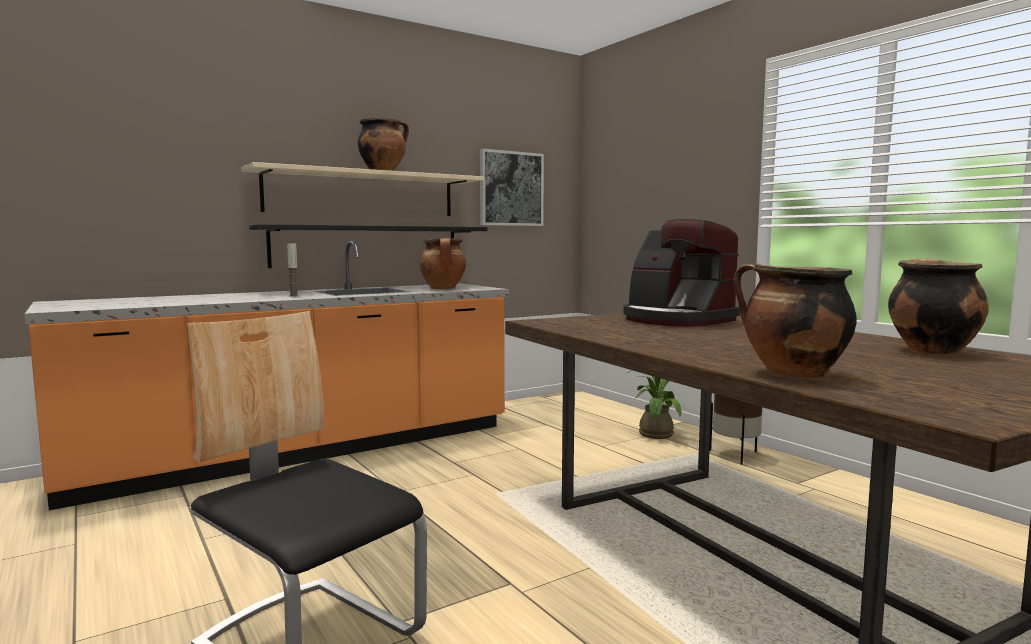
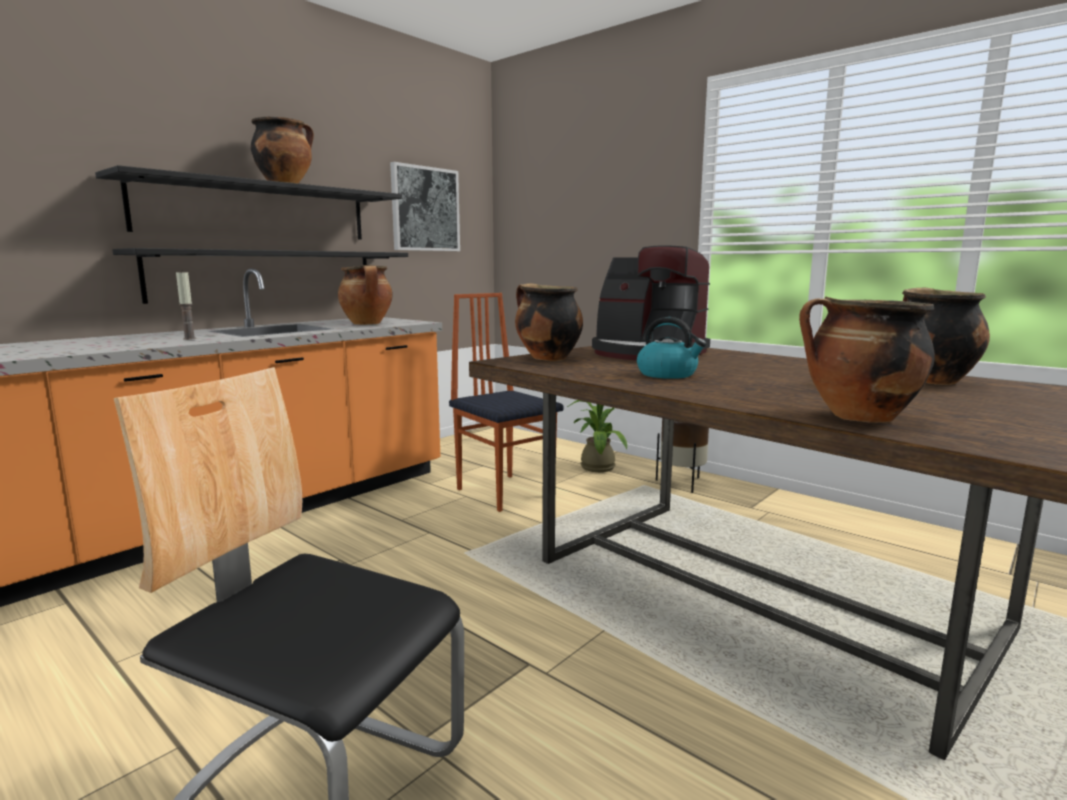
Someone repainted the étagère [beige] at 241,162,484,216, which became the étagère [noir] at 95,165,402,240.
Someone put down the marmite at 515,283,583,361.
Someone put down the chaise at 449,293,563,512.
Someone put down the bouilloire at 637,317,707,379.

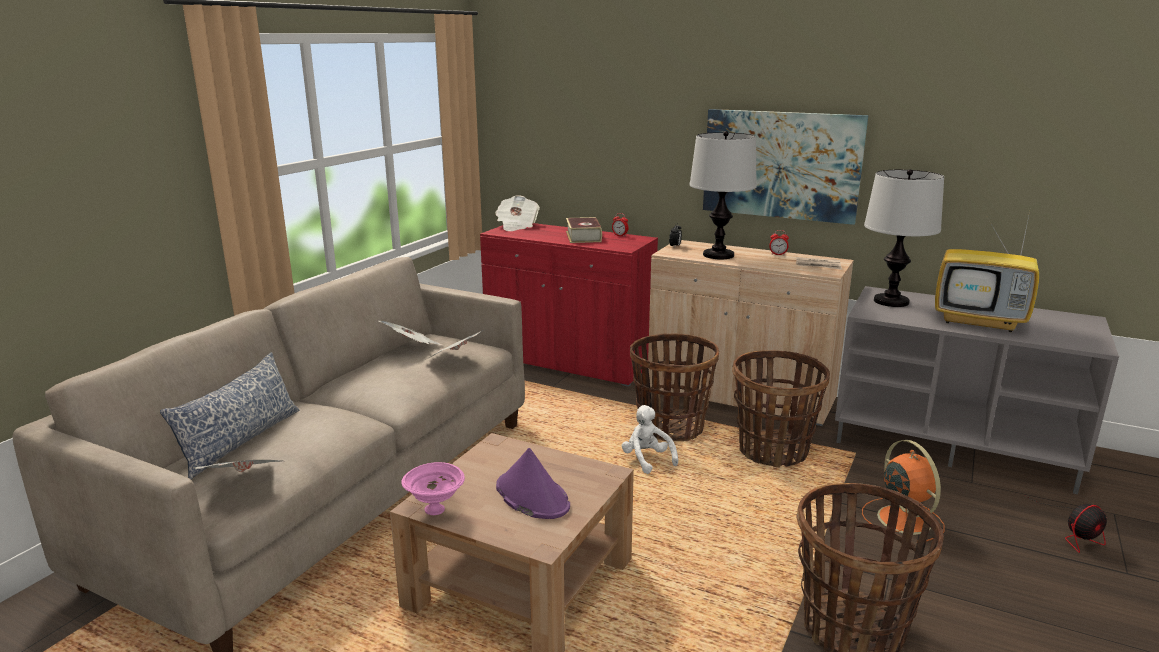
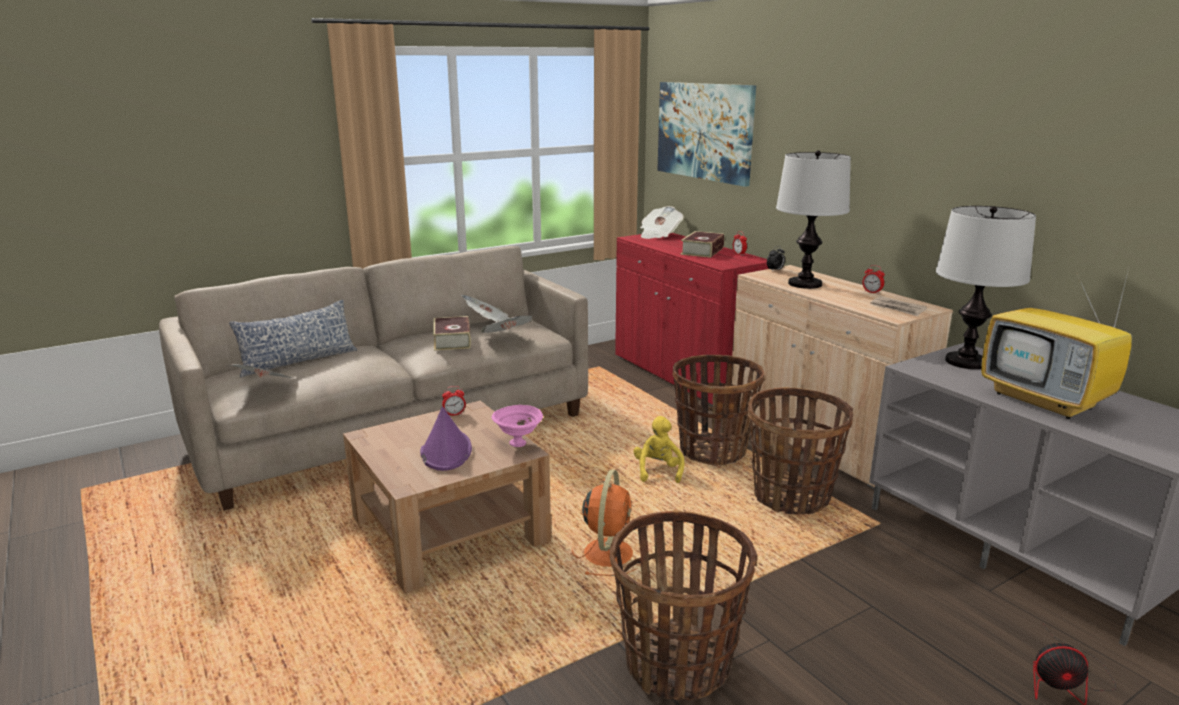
Someone carried the tableau from 703,109,868,225 to 657,82,756,187.
Someone repainted the peluche [blanc] at 622,405,678,474, which became the peluche [jaune] at 633,416,684,483.
Someone carried the ventilateur [orange] from 862,440,945,543 to 572,470,637,576.
Someone carried the bol [rose] from 401,462,465,515 to 492,405,543,447.
Someone put down the livre at 433,316,471,351.
Someone put down the réveil at 442,386,466,416.

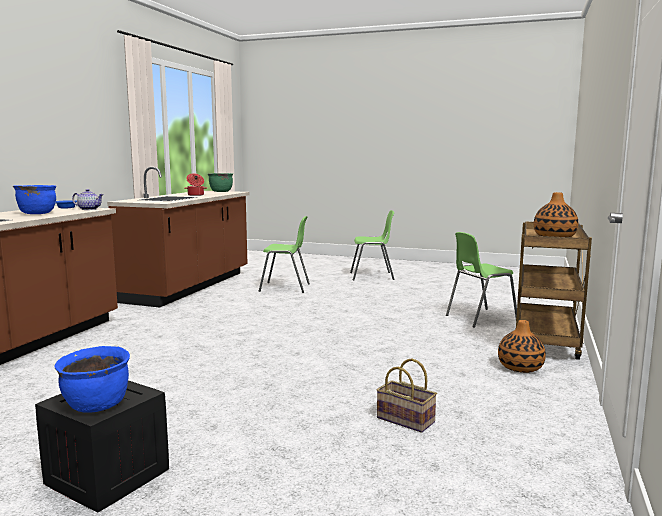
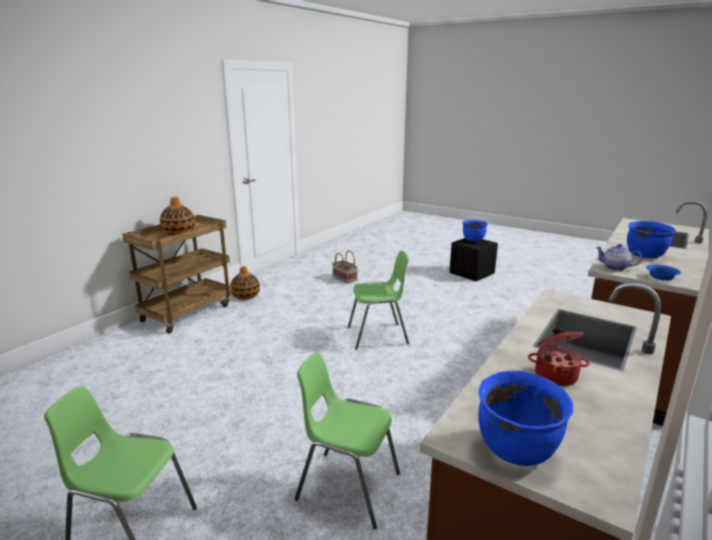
Someone repainted the marmite [vert] at 208,173,233,192, which became the marmite [bleu] at 478,371,573,466.
Someone carried the chaise [vert] from 446,232,517,328 to 348,250,409,350.

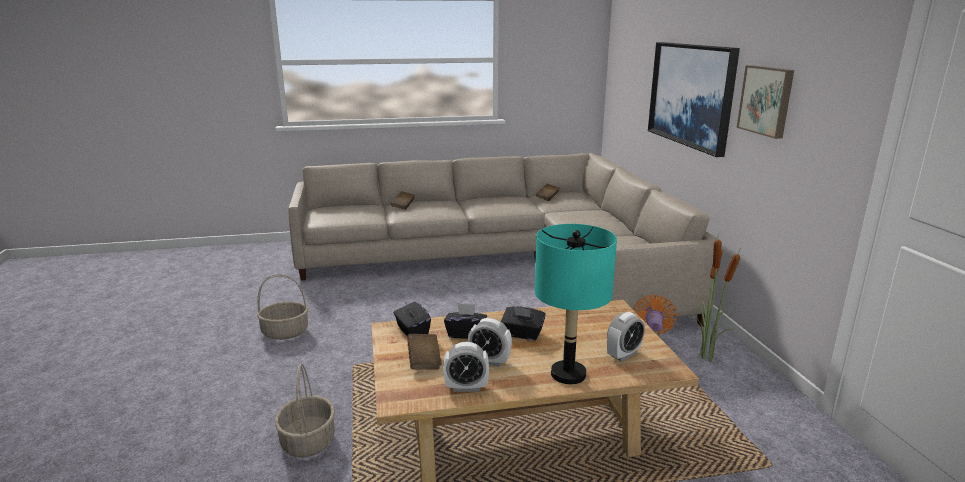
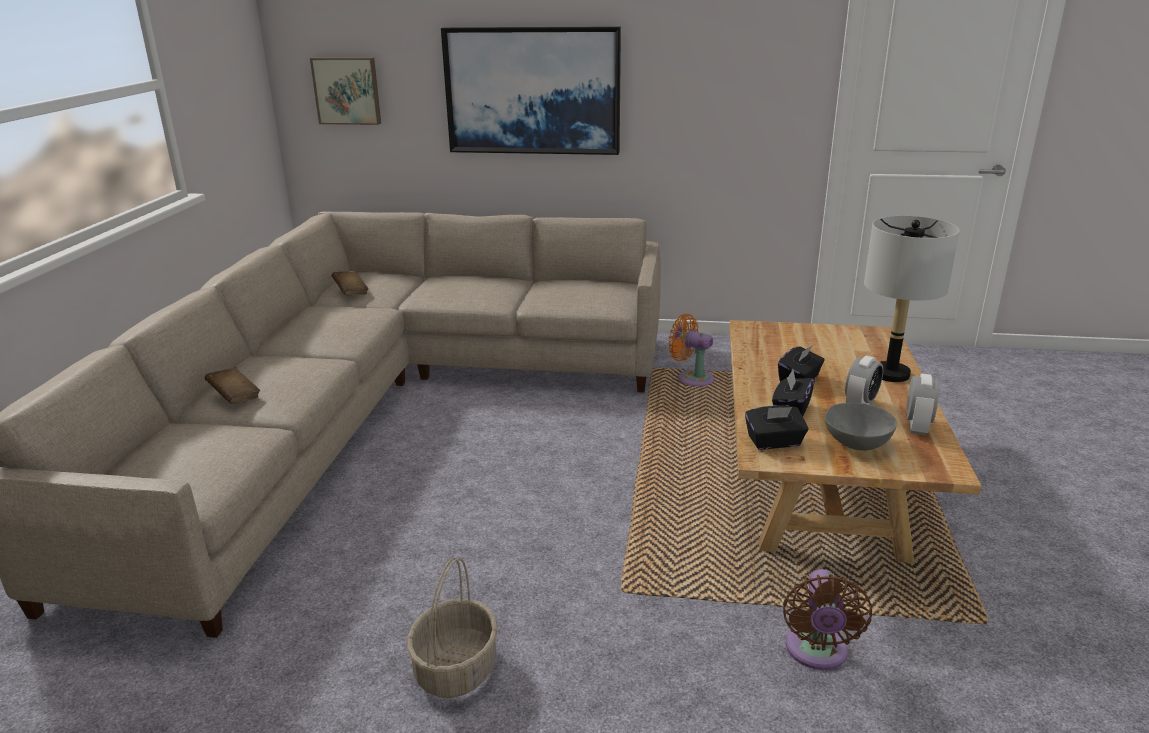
Someone carried the tableau from 737,65,794,139 to 310,58,381,125.
Someone repainted the lampe de table [turquoise] at 535,224,617,384, which became the lampe de table [gris] at 864,216,960,382.
Someone took away the plante en pot at 688,239,740,362.
Someone took away the réveil at 607,312,645,361.
Someone swapped the livre [marron] at 407,334,442,370 for the bol [gris] at 825,403,897,451.
Someone swapped the panier at 275,364,335,457 for the ventilateur [marron] at 783,569,872,670.

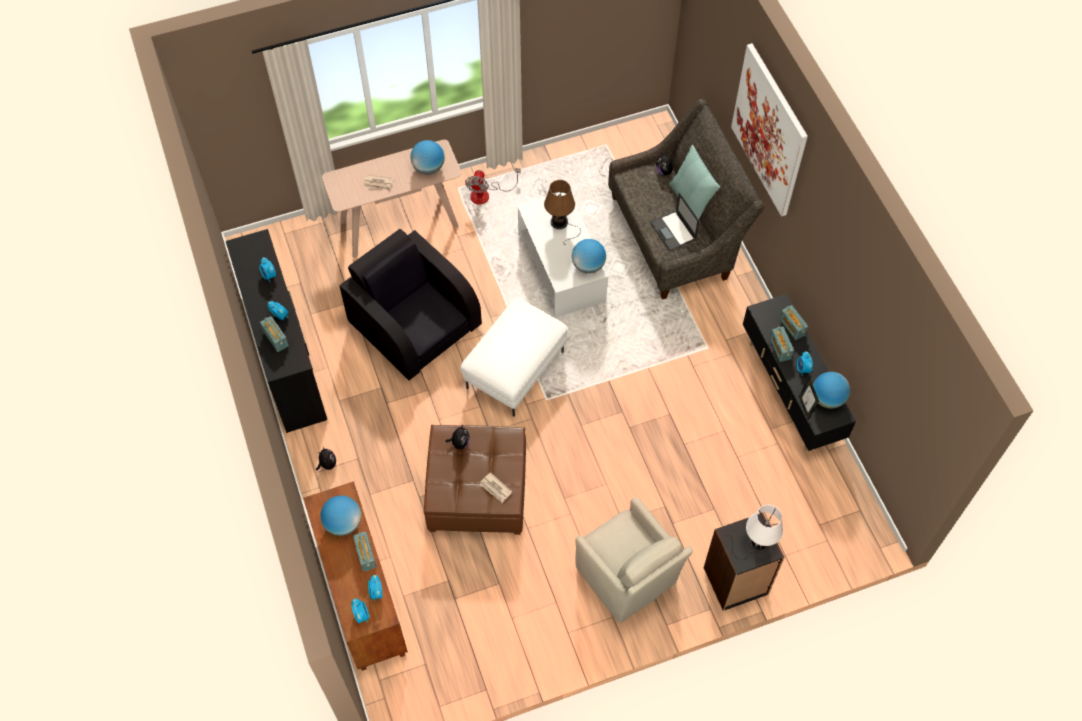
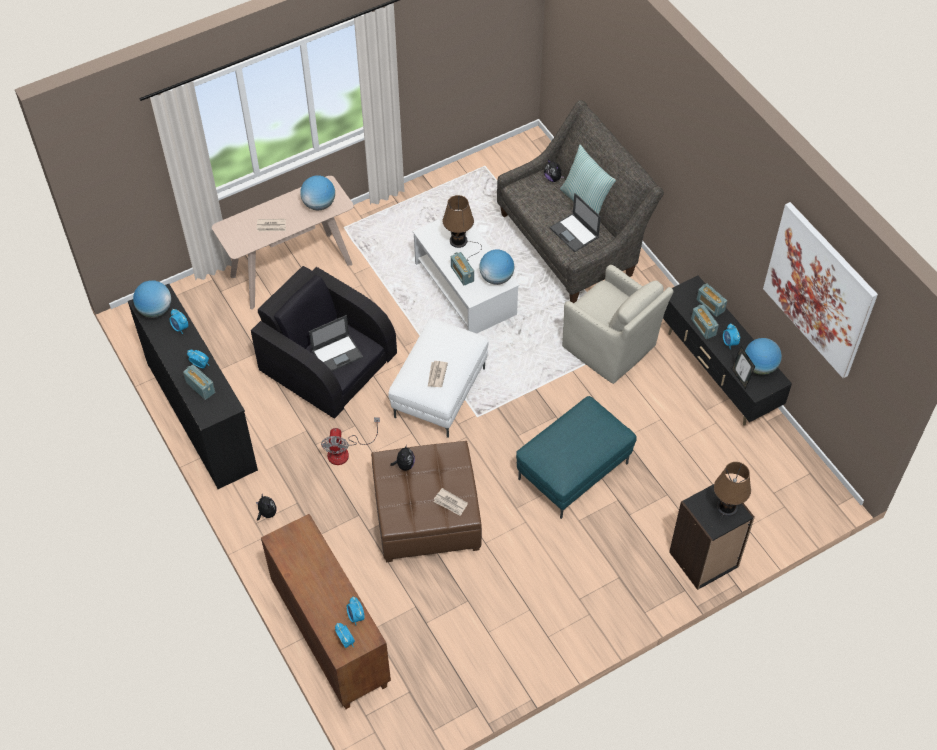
Someone carried the tableau from 731,43,808,217 to 763,202,878,378.
Someone carried the ventilateur from 465,168,520,204 to 321,417,380,465.
Someone carried the globe from 320,495,361,536 to 133,280,171,318.
Someone carried the fauteuil [beige] from 575,497,693,623 to 562,265,674,384.
Someone repainted the lampe de table [blanc] at 725,505,783,560, which became the lampe de table [marron] at 693,462,751,527.
Someone carried the radio from 353,532,376,571 to 451,252,474,286.
Someone put down the ordinateur portable at 309,315,363,371.
Someone put down the journal at 428,361,448,387.
Someone put down the pouf [turquoise] at 516,396,637,519.

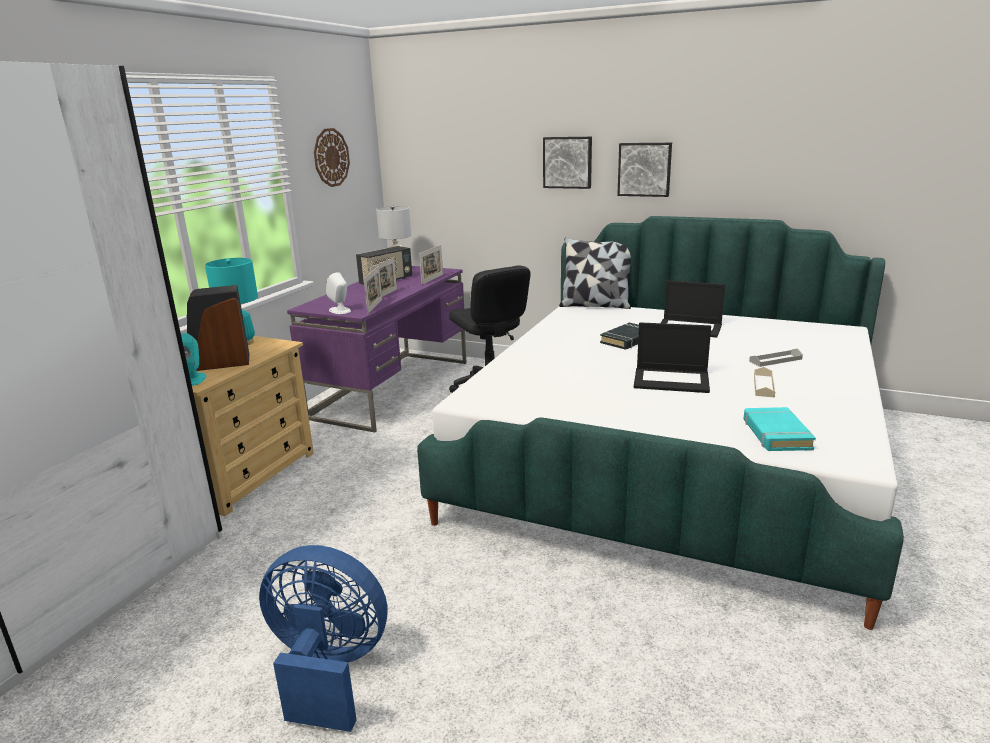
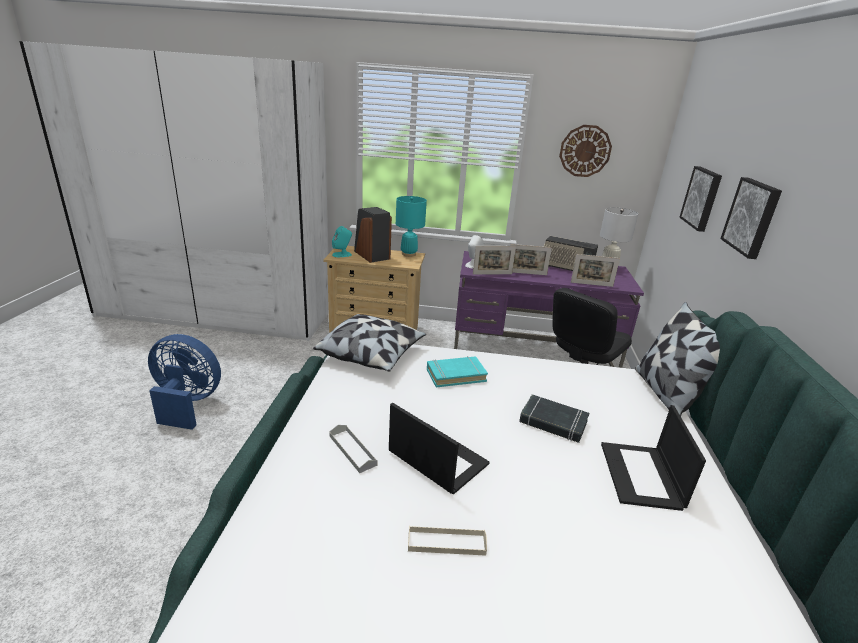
Someone carried the tableau from 617,143,672,197 to 679,166,722,232.
Someone rotated the ordinateur portable at 634,322,711,393 by 135 degrees clockwise.
Someone carried the plateau [gris] from 749,348,803,367 to 329,425,378,473.
Someone carried the livre [turquoise] from 743,407,816,451 to 427,356,488,387.
Someone rotated the ventilateur [bleu] at 259,545,388,732 by 75 degrees counterclockwise.
Someone put down the coussin at 313,314,426,371.

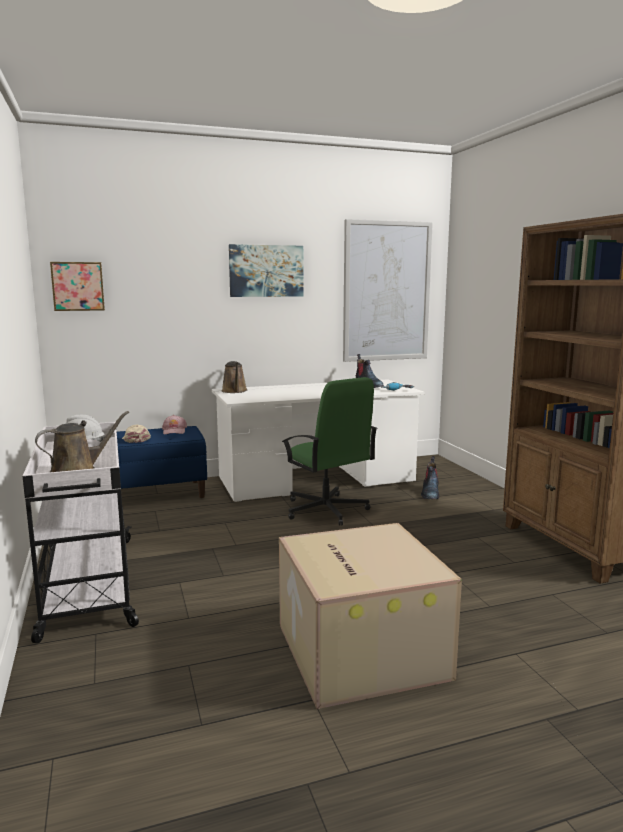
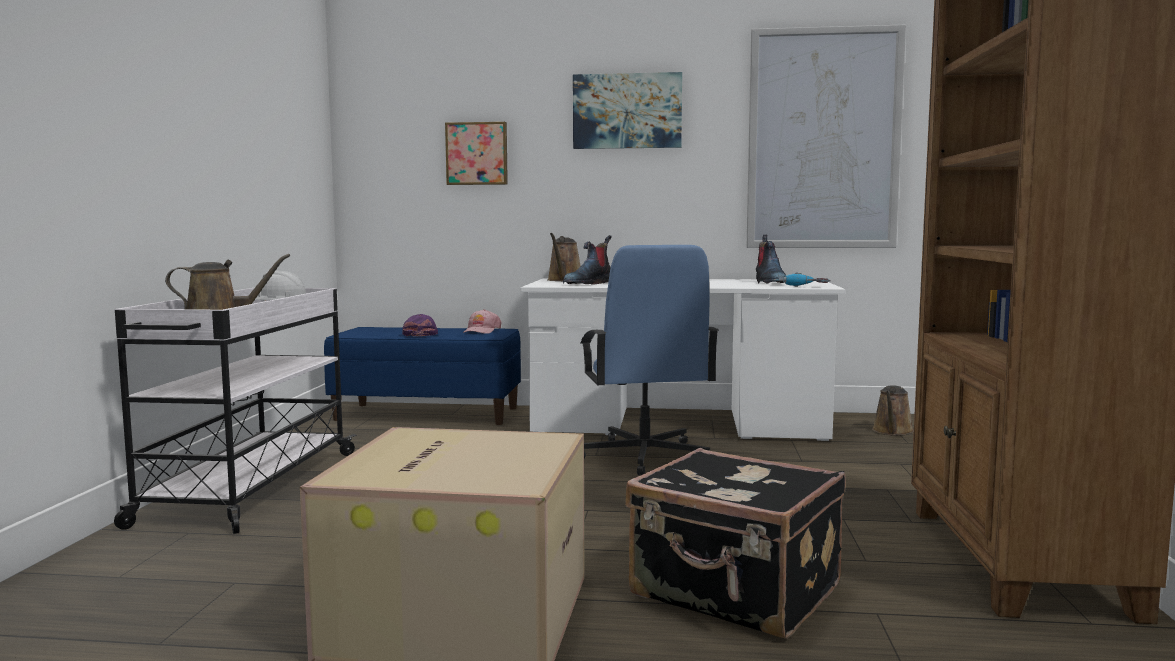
Someone carried the tableau from 50,262,105,311 to 445,122,508,185.
Someone repainted the chaise de bureau [vert] at 282,377,378,526, which became the chaise de bureau [bleu] at 580,245,719,475.
Someone repainted the casquette [beige] at 122,425,151,443, which became the casquette [violet] at 402,314,438,336.
Someone carried the botte from 421,456,439,499 to 563,235,611,285.
Someone put down the arrosoir [marron] at 872,386,914,436.
Someone put down the valise [noir] at 625,448,846,639.

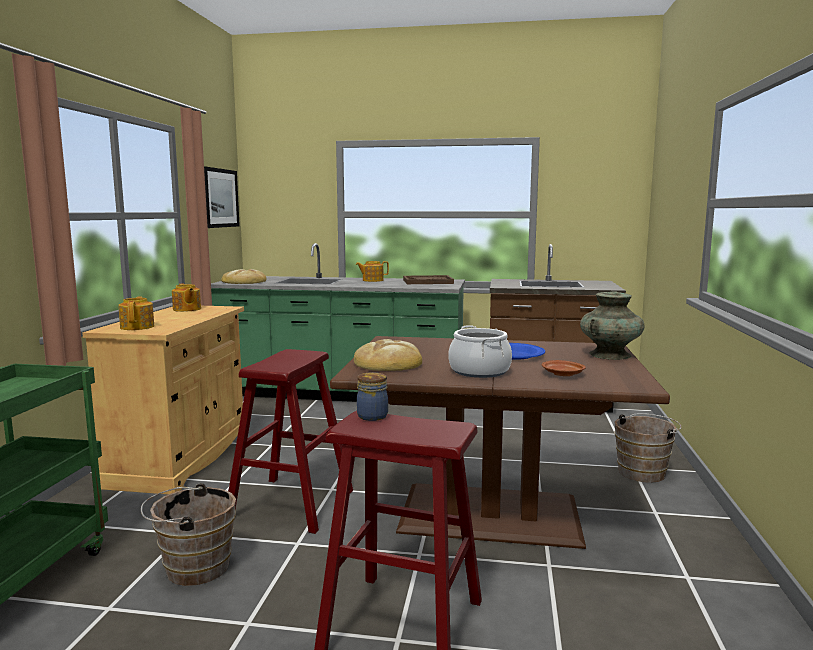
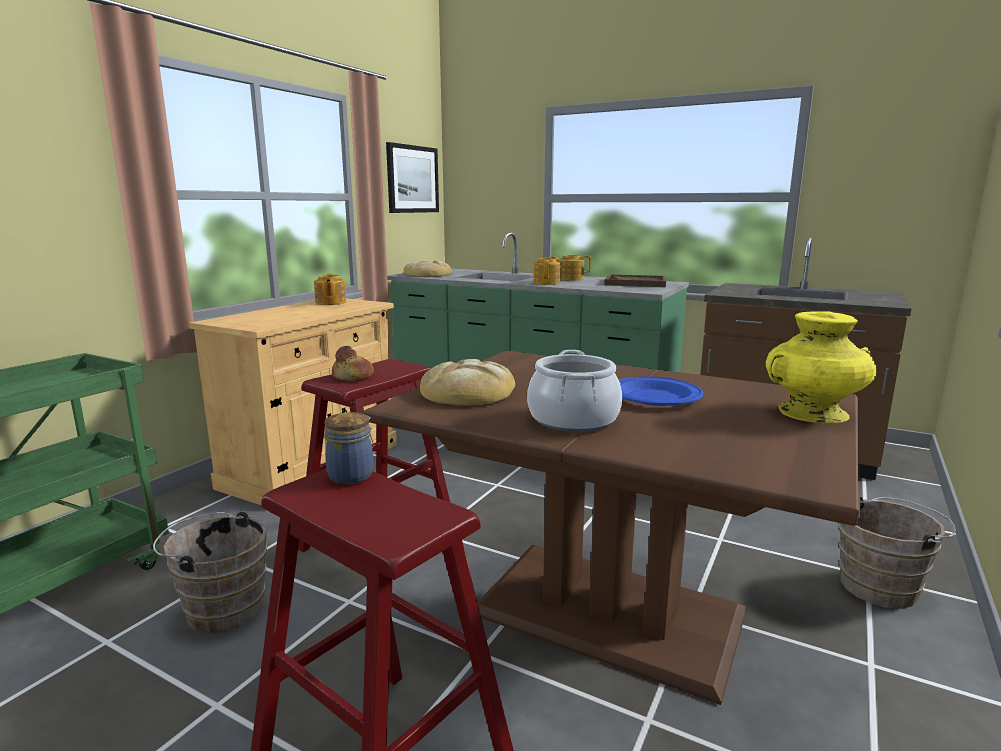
Someone repainted the vase [turquoise] at 580,291,645,360, which became the vase [jaune] at 766,311,877,423.
Someone carried the théière from 118,296,154,330 to 534,257,561,285.
Someone took away the assiette [marron] at 542,360,586,376.
Someone put down the pain at 332,346,374,381.

